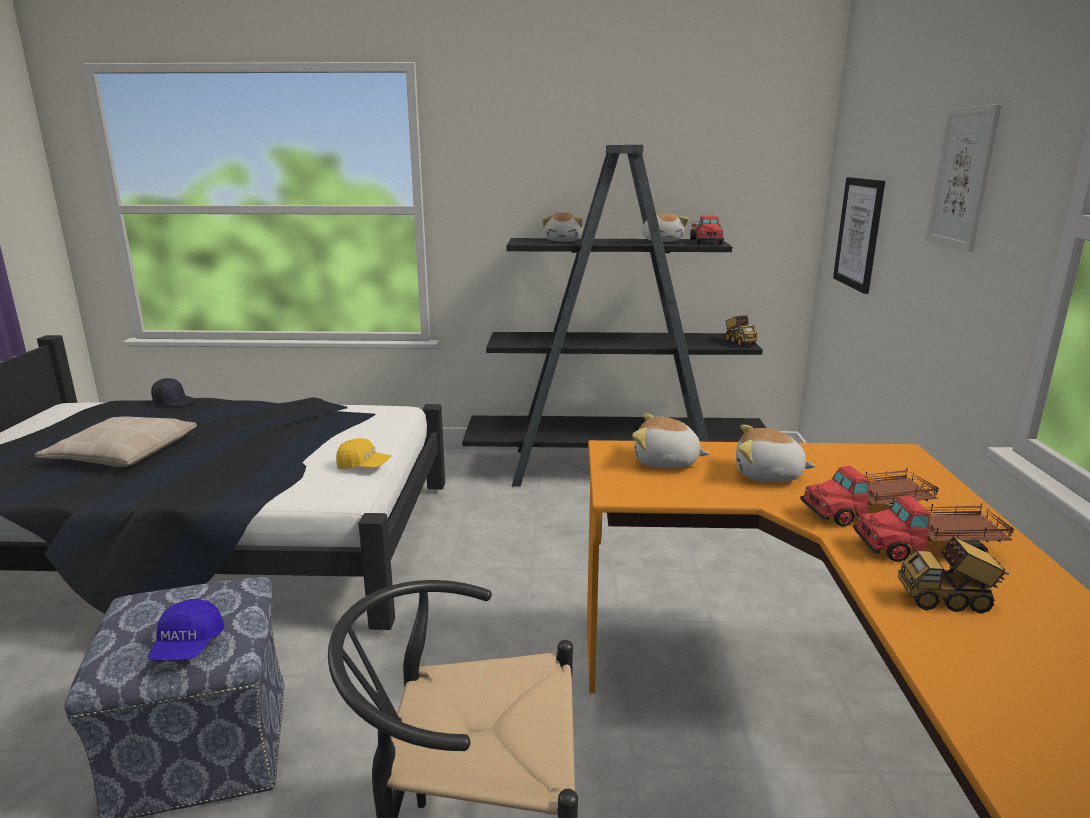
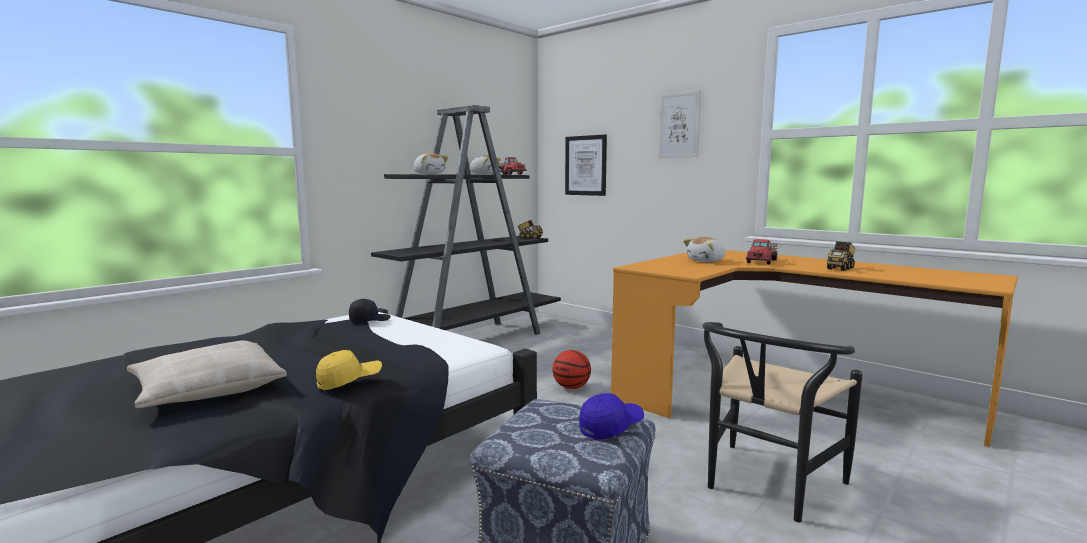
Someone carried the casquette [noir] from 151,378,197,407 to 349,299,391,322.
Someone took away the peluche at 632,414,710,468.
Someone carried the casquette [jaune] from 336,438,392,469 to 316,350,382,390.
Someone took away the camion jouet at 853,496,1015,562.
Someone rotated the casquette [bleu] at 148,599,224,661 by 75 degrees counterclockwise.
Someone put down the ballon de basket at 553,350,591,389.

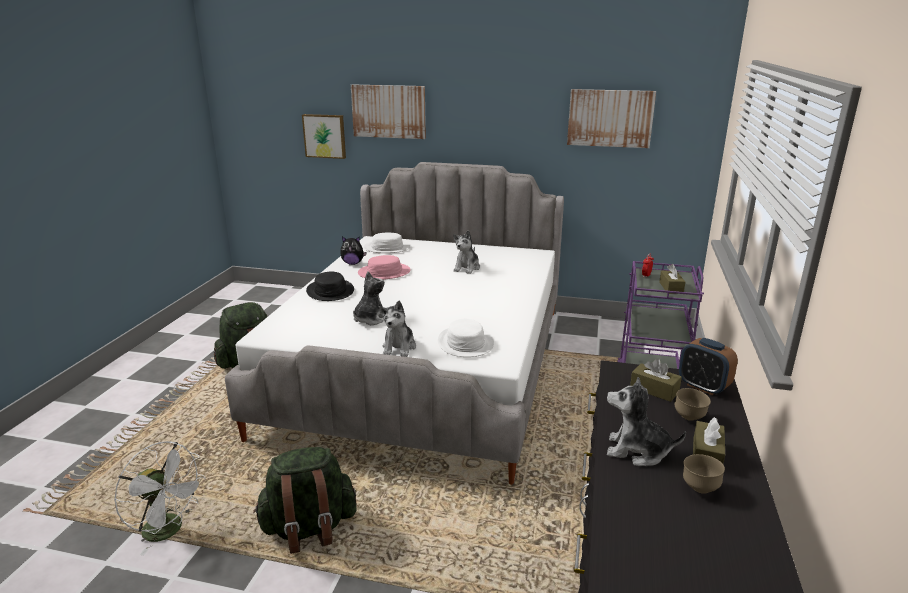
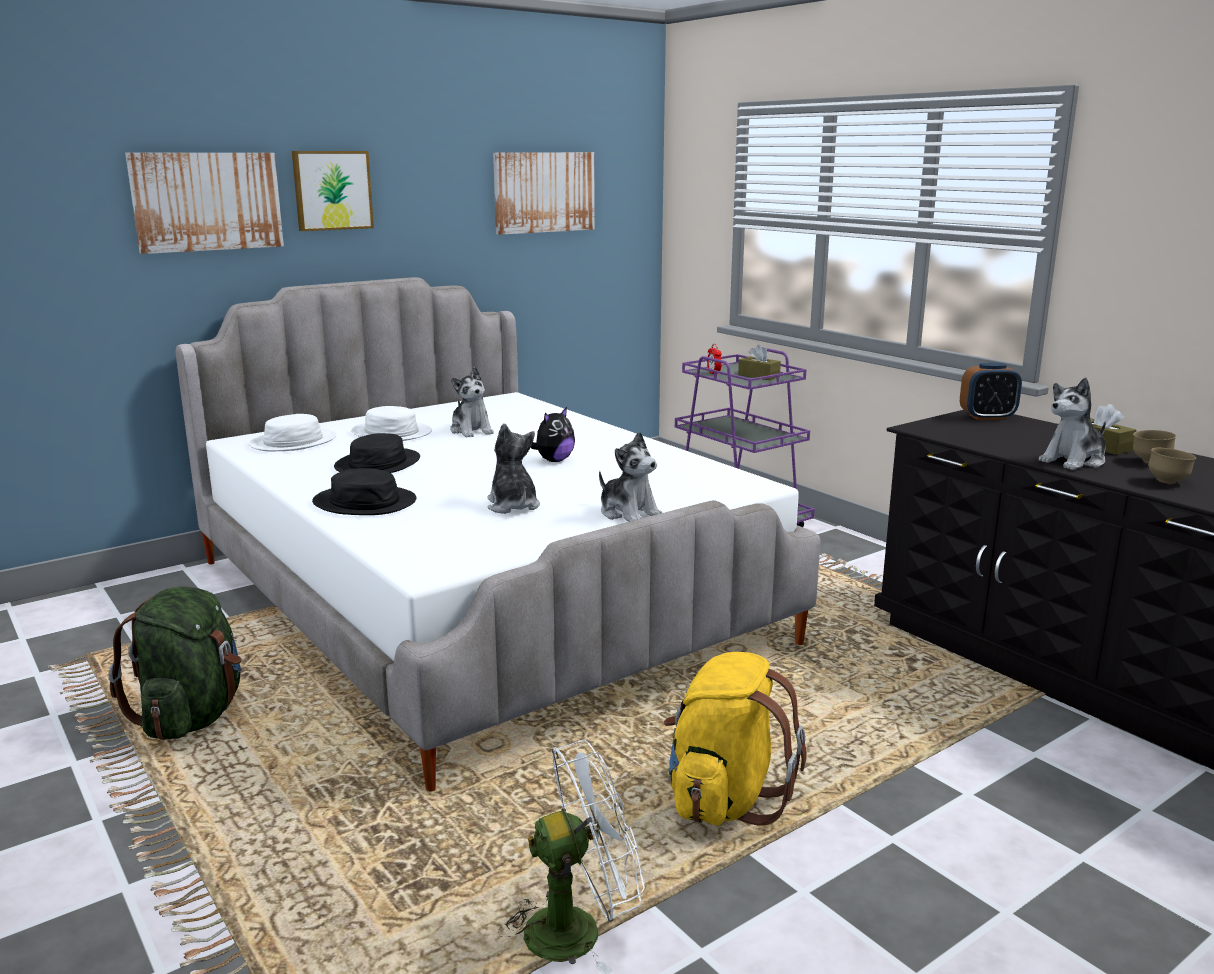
Someone carried the tableau from 302,114,346,159 to 292,151,374,231.
Someone carried the peluche from 340,237,366,265 to 530,407,575,462.
Someone repainted the chapeau [rose] at 358,255,411,280, which became the chapeau [noir] at 334,433,420,473.
Someone carried the chapeau [blanc] from 438,319,494,357 to 351,406,432,441.
Someone took away the boîte à mouchoirs [marron] at 630,359,682,402.
Someone carried the bol [marron] from 675,388,711,421 to 1148,448,1196,484.
Someone repainted the sac à dos [vert] at 253,447,357,554, which became the sac à dos [jaune] at 664,652,807,826.

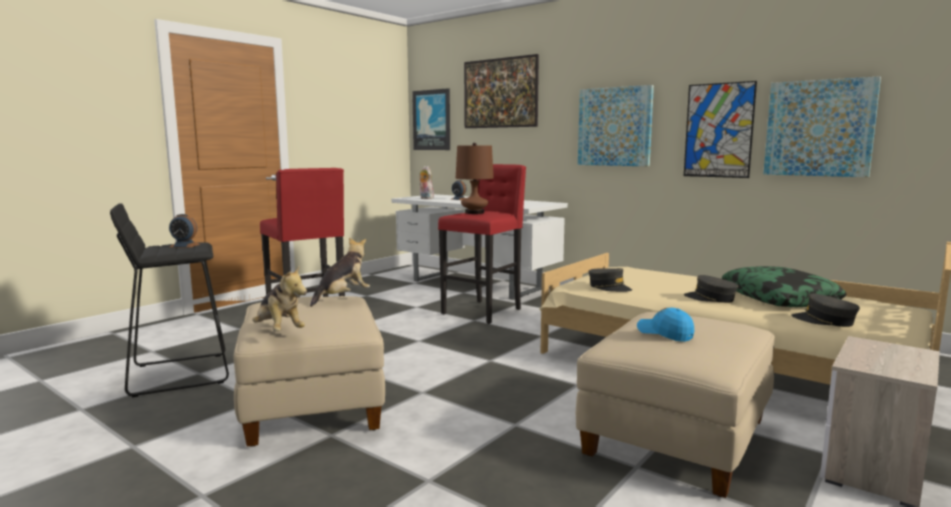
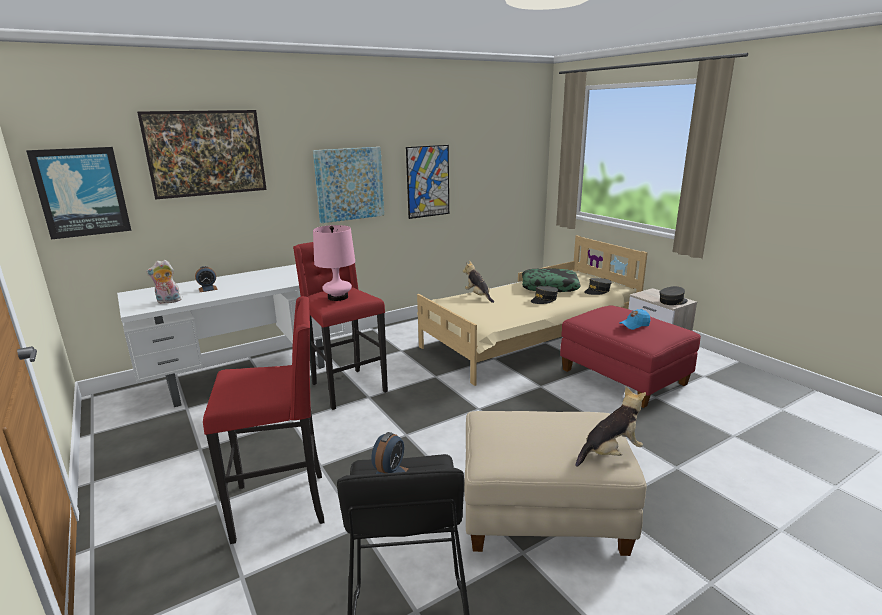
Someone took away the tableau at 764,76,881,177.
Someone repainted the lampe de table [marron] at 456,143,494,214, which became the lampe de table [rose] at 313,225,355,301.
Someone carried the peluche from 310,237,370,307 to 463,261,494,303.
Someone carried the casquette [gris] from 588,268,632,292 to 659,286,688,305.
Someone repainted the pouf [beige] at 576,312,775,498, which became the pouf [rouge] at 560,305,701,408.

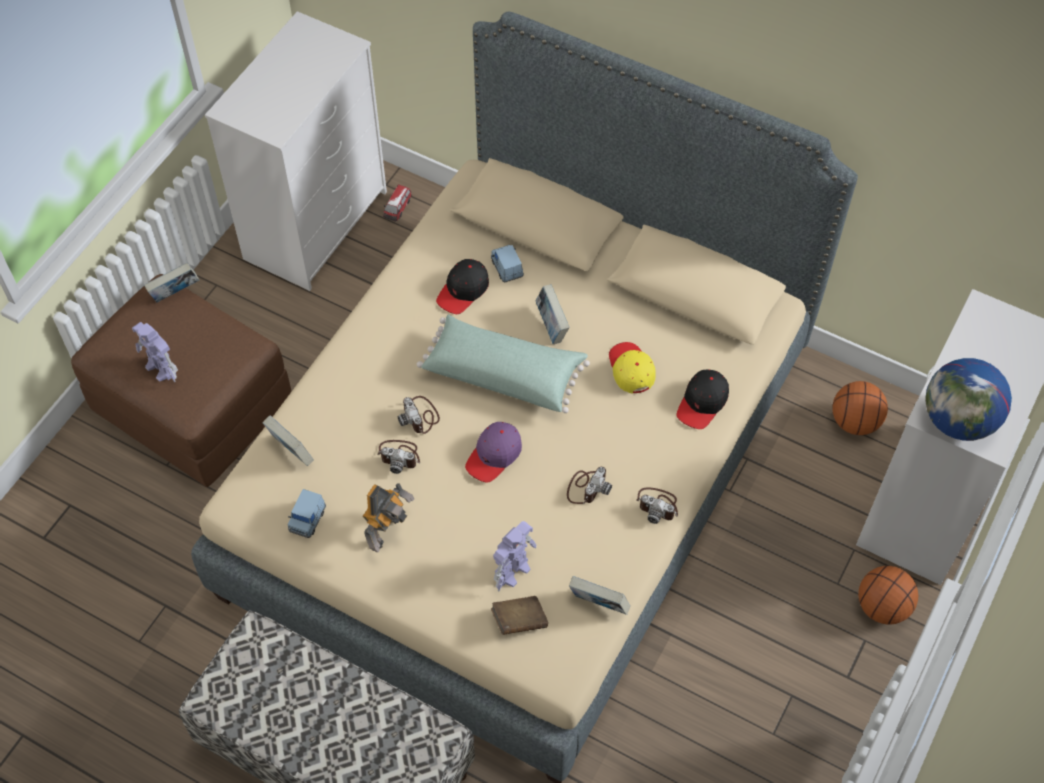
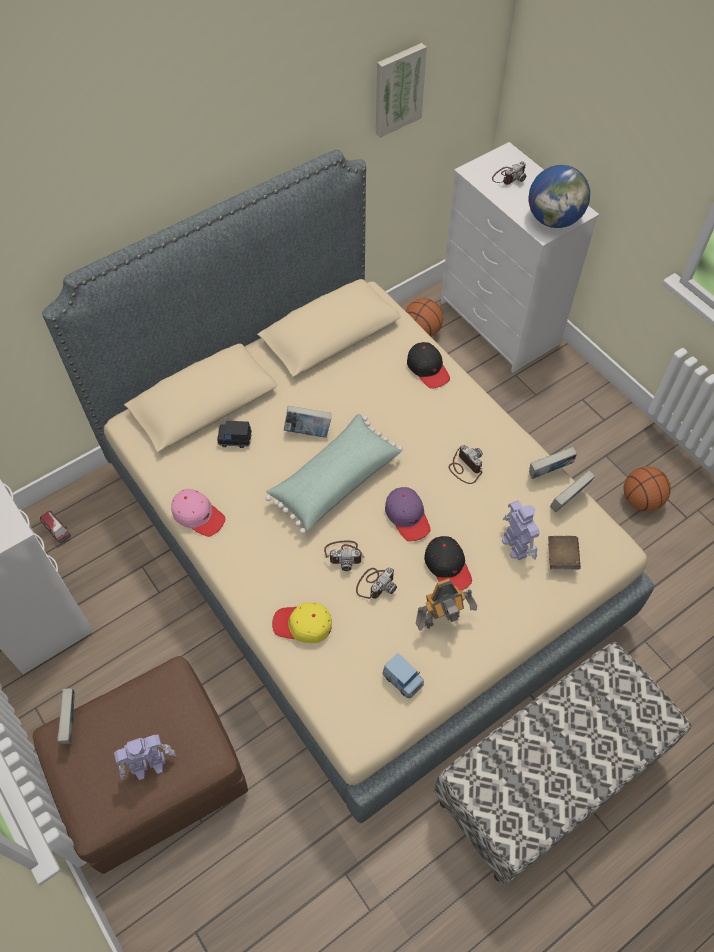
Someone repainted the petite voiture [bleu] at 491,245,524,282, which became the petite voiture [noir] at 217,421,252,448.
Someone carried the casquette [noir] from 436,259,489,314 to 424,536,472,591.
Someone carried the casquette [jaune] from 609,342,656,393 to 272,602,332,644.
Someone carried the livre from 263,416,314,466 to 529,446,577,479.
Someone rotated the robot jouet at 363,483,414,552 by 105 degrees clockwise.
Someone carried the appareil photo from 636,487,678,524 to 492,161,526,185.
Someone carried the ballon de basket from 858,566,918,624 to 624,466,671,511.
Someone put up the tableau at 376,43,427,138.
Someone put down the casquette [rose] at 171,489,225,537.

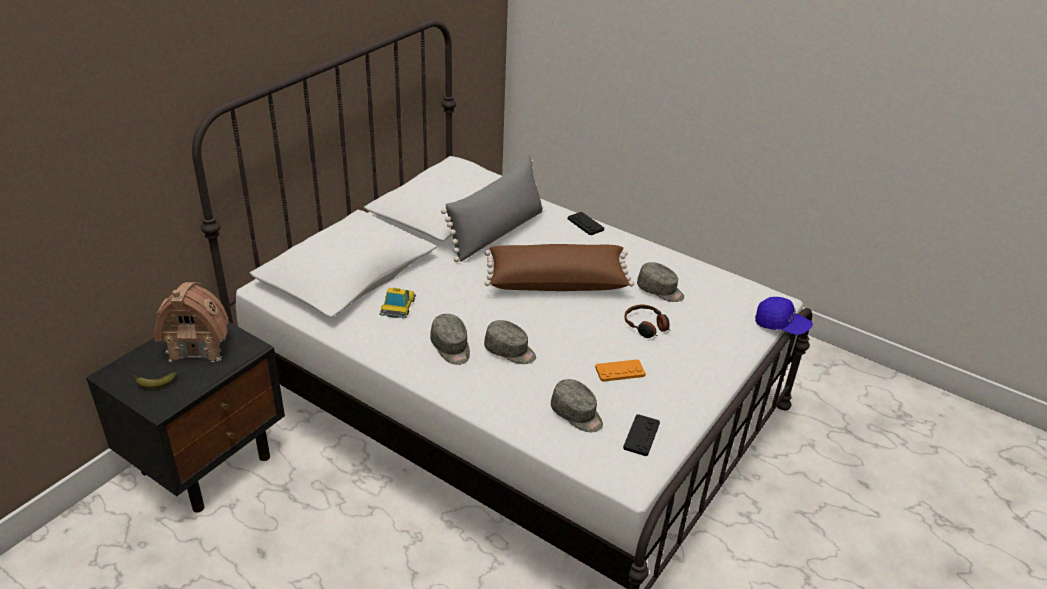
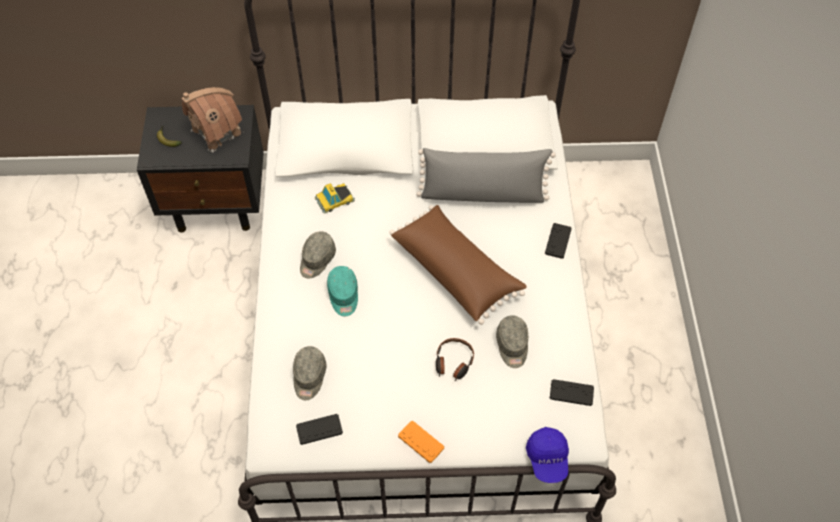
Someone repainted the casquette [gris] at 484,320,536,364, which became the casquette [turquoise] at 327,266,358,316.
Someone carried the manette [orange] from 595,359,646,382 to 398,421,444,463.
Someone put down the manette [noir] at 550,379,594,406.

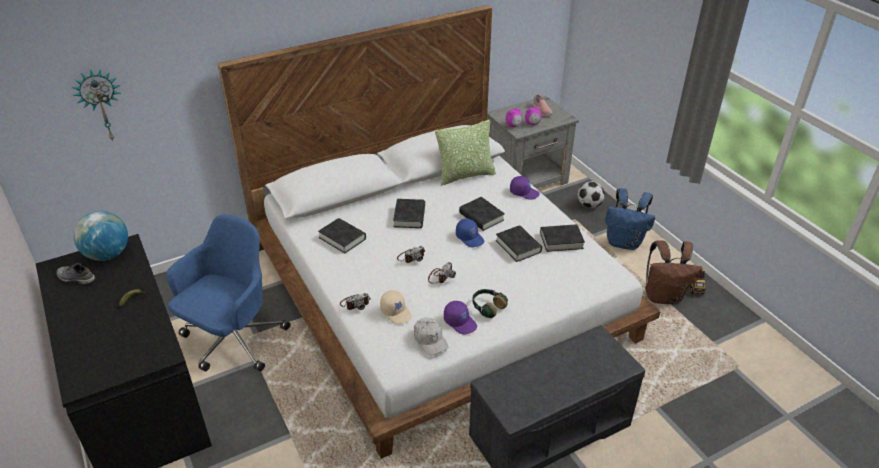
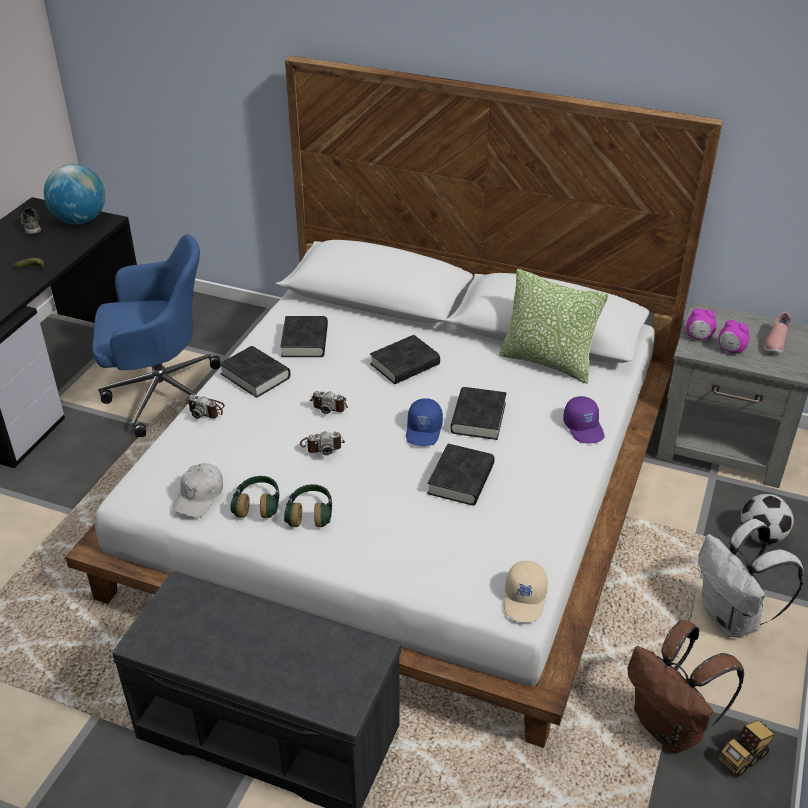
Someone took away the horloge murale at 72,69,121,141.
Someone repainted the sac à dos [bleu] at 605,188,655,250, which became the sac à dos [blanc] at 698,519,803,637.
Someone carried the livre [noir] from 540,224,585,252 to 219,346,290,398.
Someone carried the casquette [beige] from 380,290,412,324 to 504,561,548,622.
Someone swapped the casquette [violet] at 444,301,477,334 for the casque audio at 231,476,280,518.

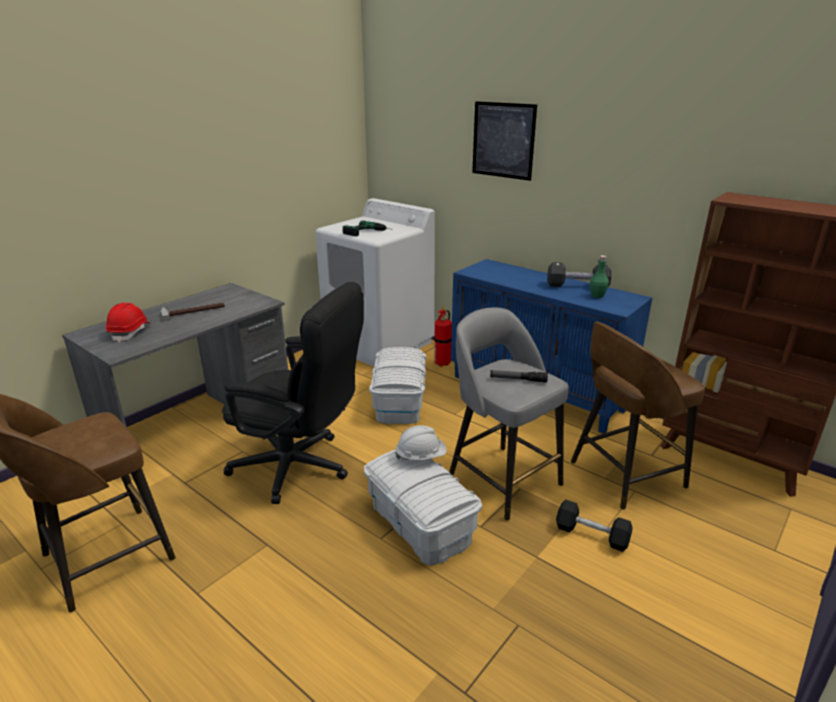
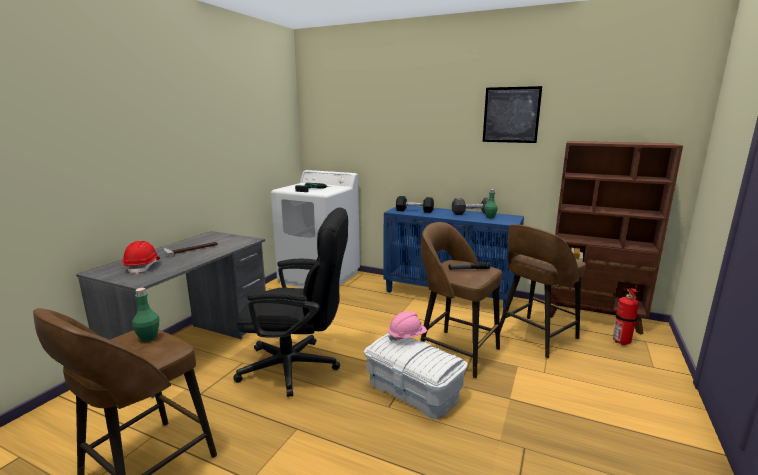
Someone carried the tableau from 472,101,537,181 to 483,86,542,143.
Someone carried the extincteur from 434,306,452,367 to 613,285,639,346.
Someone repainted the tabouret [gris] at 449,308,569,521, which became the tabouret [marron] at 421,222,502,378.
Someone took away the boîte de rangement [blanc] at 369,347,426,424.
Someone repainted the casque de chantier [blanc] at 395,425,447,461, which became the casque de chantier [rose] at 388,311,427,341.
Someone carried the haltère [noir] from 556,500,633,552 to 396,196,434,213.
Someone put down the bouteille [vert] at 132,288,159,342.

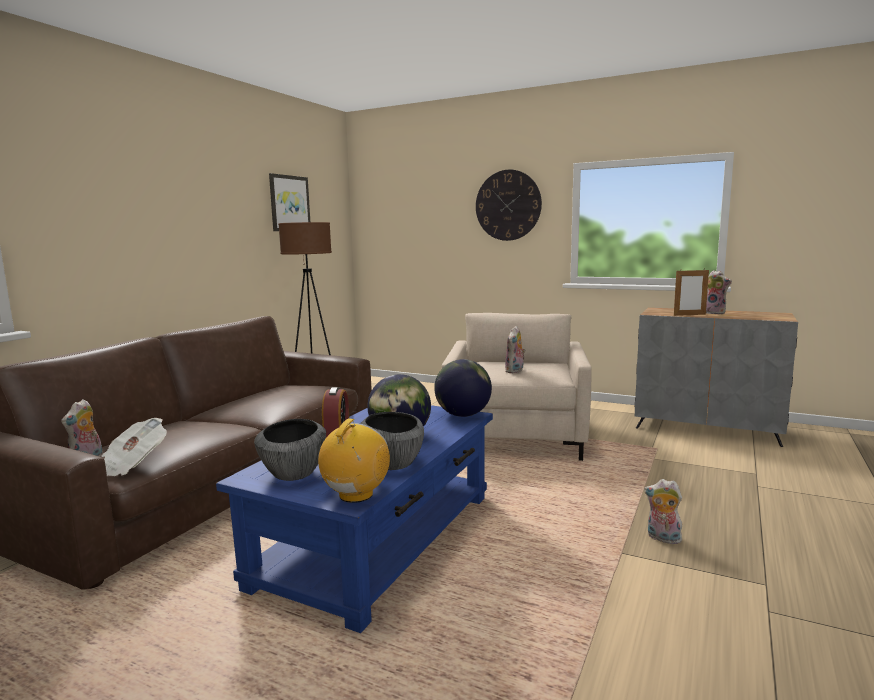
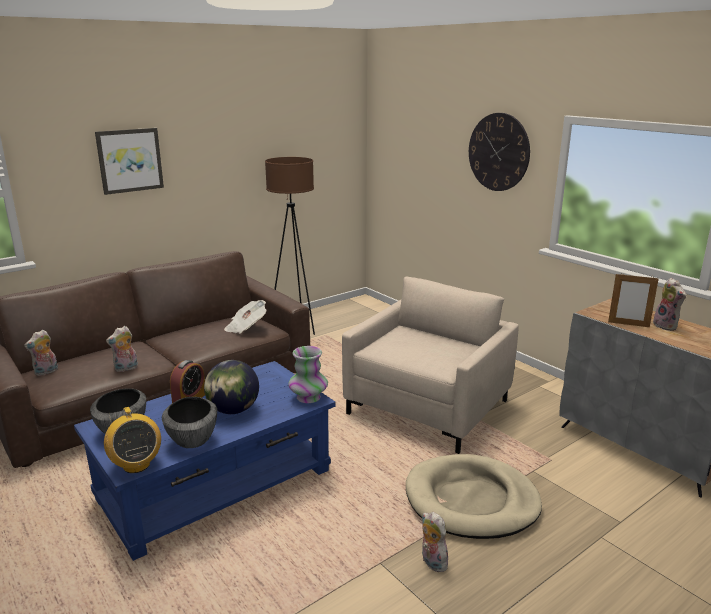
Someone carried the tableau from 269,173,310,231 to 95,128,164,195.
Someone carried the peluche from 505,326,526,373 to 106,326,138,372.
Someone swapped the globe at 434,359,492,417 for the vase at 288,346,328,403.
Someone carried the journal from 101,418,167,476 to 224,300,266,334.
Someone rotated the radio at 318,418,390,503 by 105 degrees clockwise.
Someone put down the panier pour chien [beige] at 406,454,542,539.

